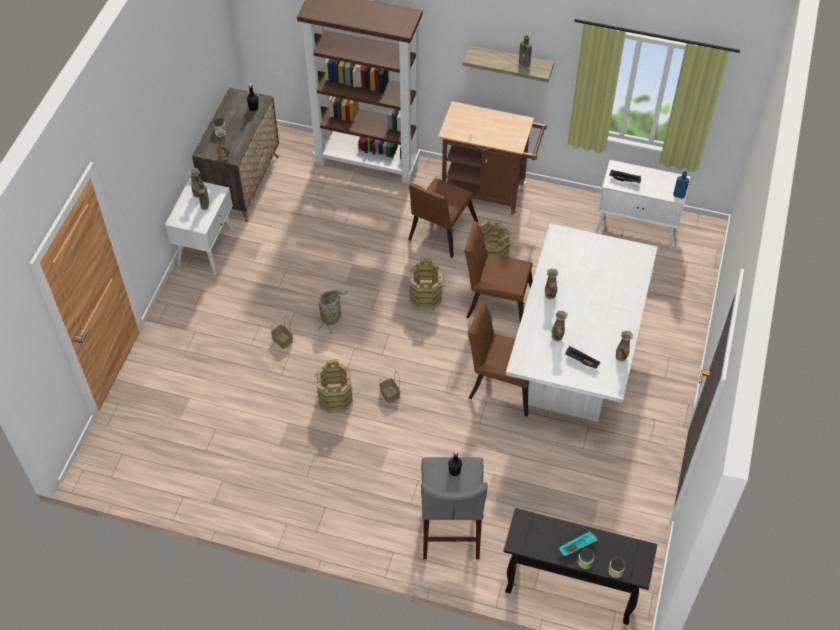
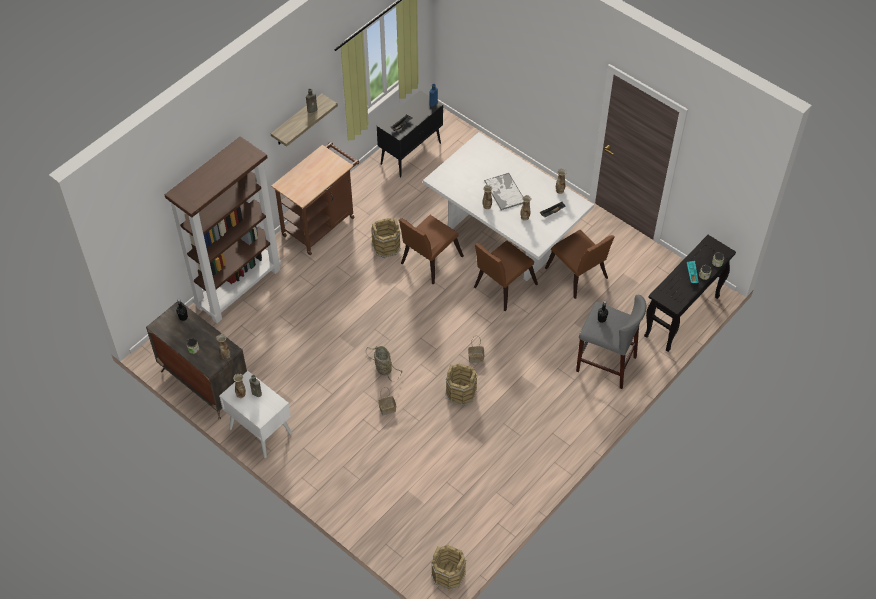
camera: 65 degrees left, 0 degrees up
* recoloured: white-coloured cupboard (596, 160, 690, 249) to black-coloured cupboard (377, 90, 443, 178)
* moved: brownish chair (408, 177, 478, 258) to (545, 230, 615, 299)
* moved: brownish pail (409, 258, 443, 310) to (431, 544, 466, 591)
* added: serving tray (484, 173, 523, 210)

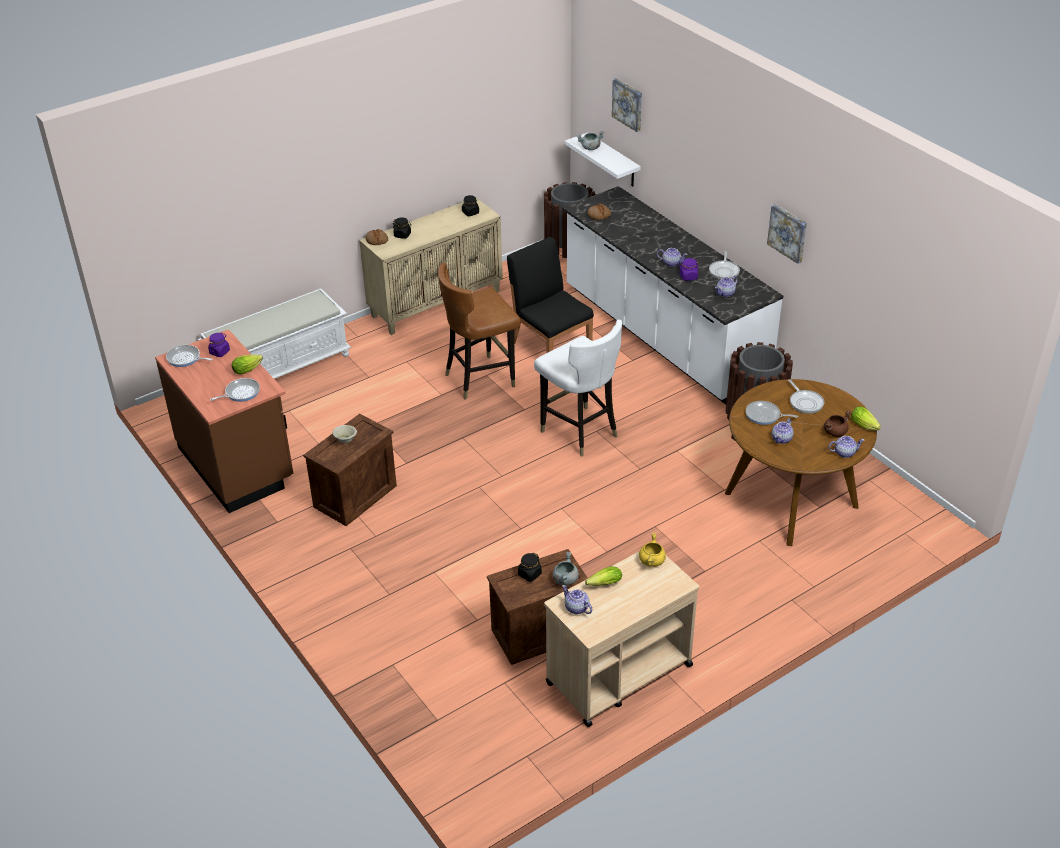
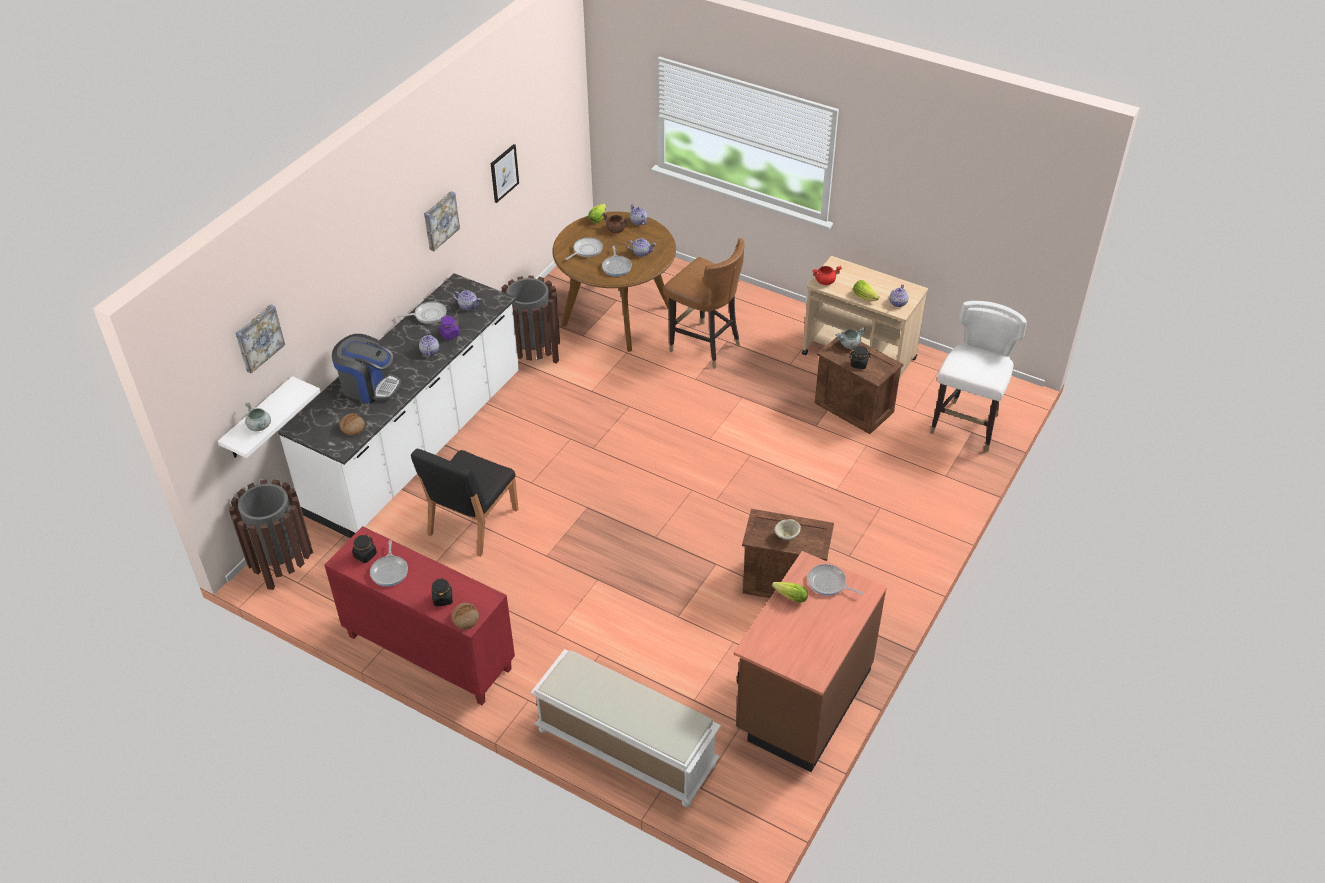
camera: 115 degrees left, 5 degrees up
* recoloured: sand-coloured cupboard (359, 198, 503, 335) to red cupboard (325, 526, 515, 705)
* moved: brownish chair (438, 263, 521, 400) to (663, 238, 745, 369)
* moved: white-coloured chair (534, 320, 622, 457) to (930, 301, 1027, 452)
* removed: purple-coloured storage jar (208, 333, 230, 357)
* moved: pan (166, 345, 213, 367) to (370, 540, 408, 586)
* recoloured: yellow saucepot (639, 532, 666, 567) to red saucepot (812, 266, 842, 285)
* added: wall picture (491, 144, 519, 203)
* added: coffee maker (332, 334, 401, 404)

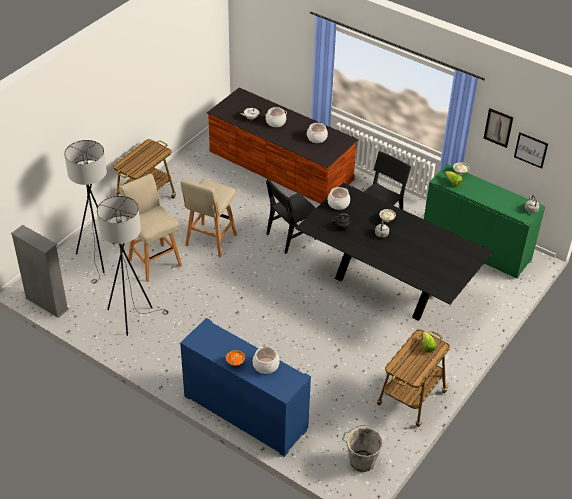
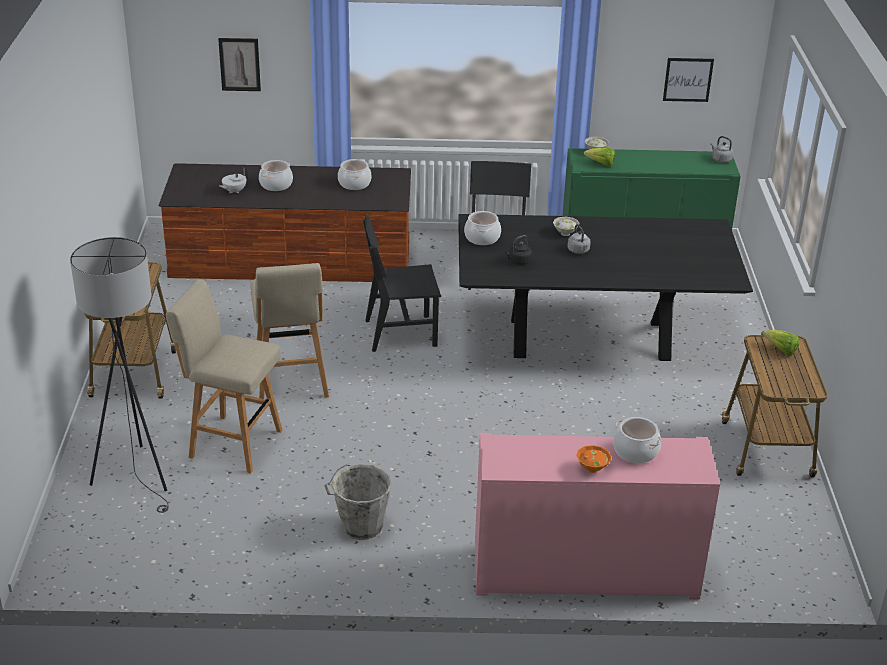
camera: 35 degrees left, 10 degrees down
* moved: wall picture (483, 108, 513, 148) to (218, 38, 261, 91)
* turned: black-coloured chair (266, 177, 316, 254) = (363, 215, 441, 352) 60 degrees clockwise
* removed: greyish standing lamp (97, 196, 169, 336)
* removed: greyish bookshelf (11, 225, 69, 318)
* recoloured: blue-coloured cupboard (180, 318, 311, 457) to pink-coloured cupboard (475, 433, 720, 599)
* moved: greyish pail (342, 425, 383, 472) to (325, 464, 392, 540)

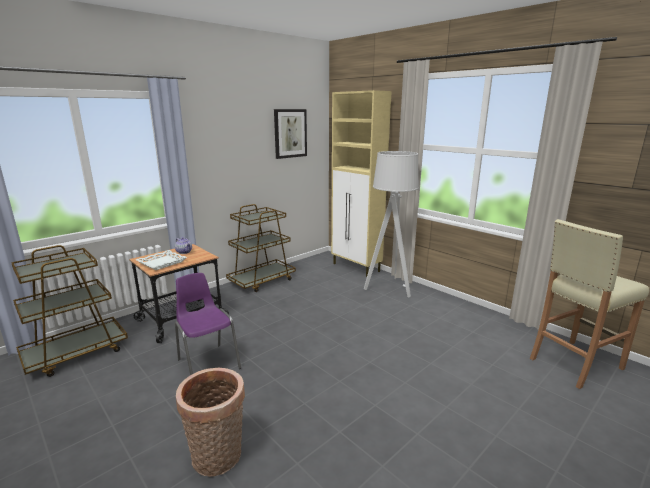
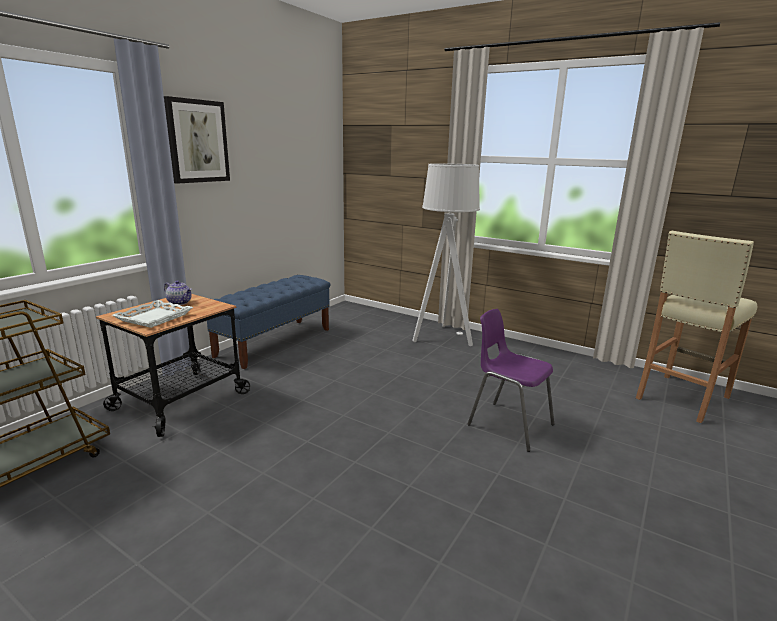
camera: 15 degrees left, 0 degrees up
* removed: sand-coloured cupboard (331, 90, 392, 277)
* moved: wall picture (274, 109, 307, 159) to (164, 96, 230, 184)
* replaced: brownish trolley (226, 204, 296, 292) to blue-coloured bench (207, 275, 330, 369)
* moved: purple-coloured chair (175, 273, 241, 375) to (467, 309, 554, 452)
* removed: household basket (176, 368, 245, 477)

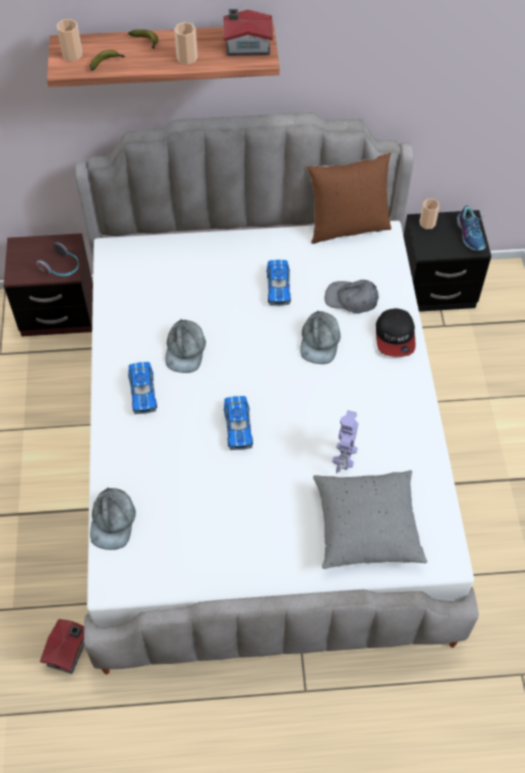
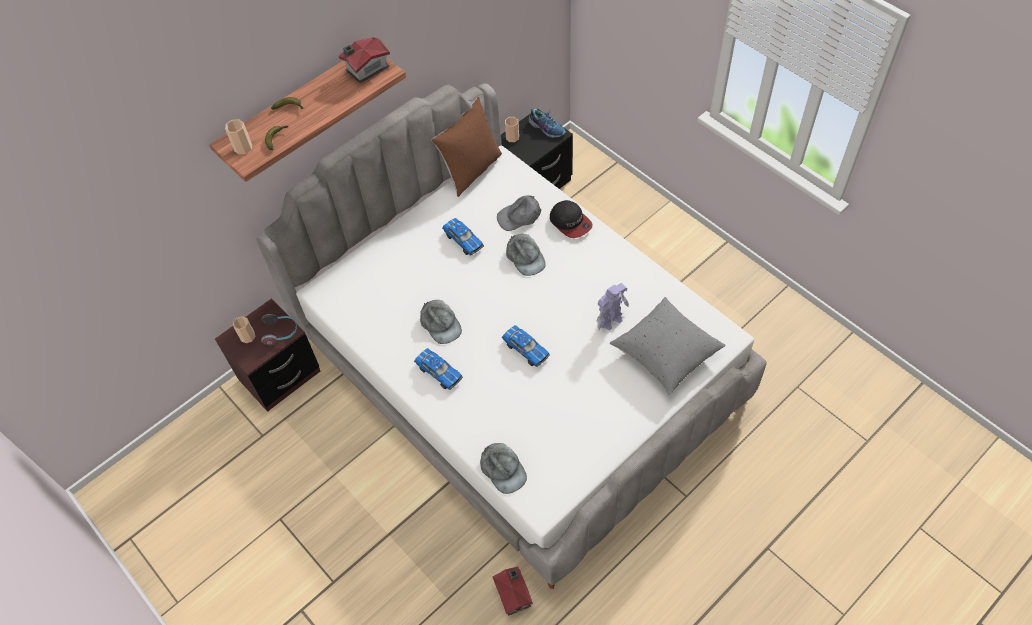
camera: 35 degrees left, 0 degrees up
* moved: drinking cup (174, 22, 198, 65) to (233, 316, 256, 343)
* turned: model robot (332, 410, 358, 473) = (597, 283, 629, 330) 105 degrees counterclockwise

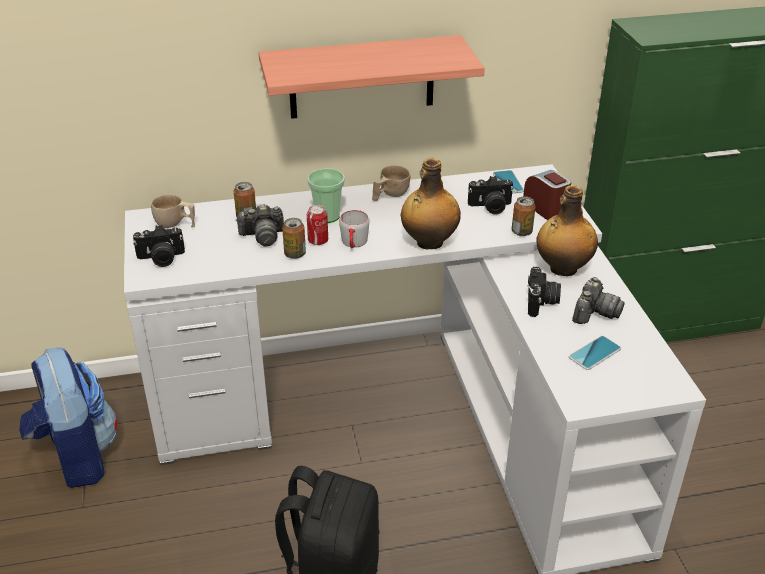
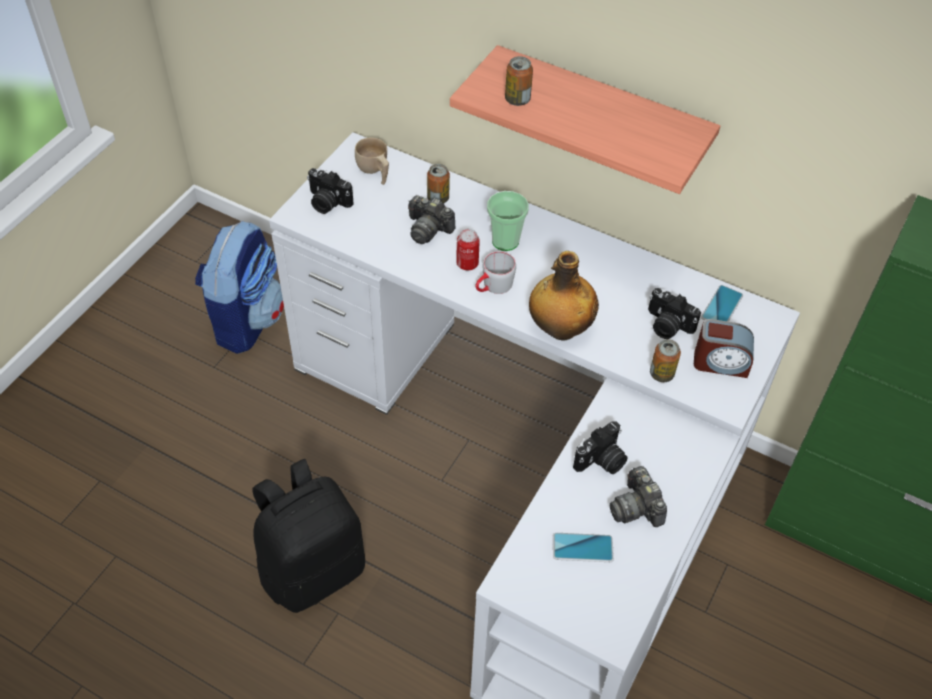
camera: 40 degrees right, 15 degrees up
* removed: sand-coloured drinking cup (372, 165, 410, 201)
* turned: table clock (523, 170, 571, 220) = (694, 319, 754, 378) 90 degrees clockwise
* removed: bottle (537, 185, 598, 276)
* moved: can (282, 218, 306, 259) to (505, 56, 533, 106)
* turned: photo camera (572, 277, 625, 324) = (610, 466, 667, 527) 90 degrees clockwise

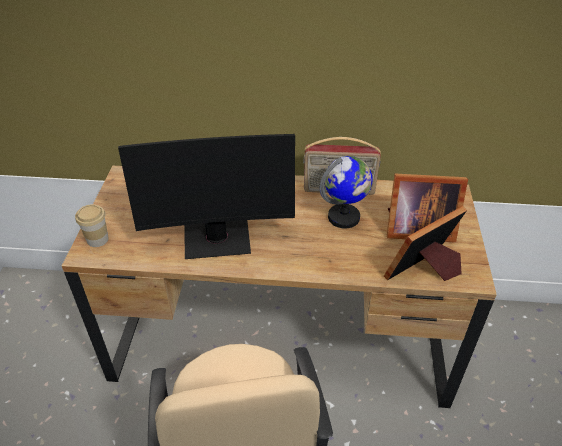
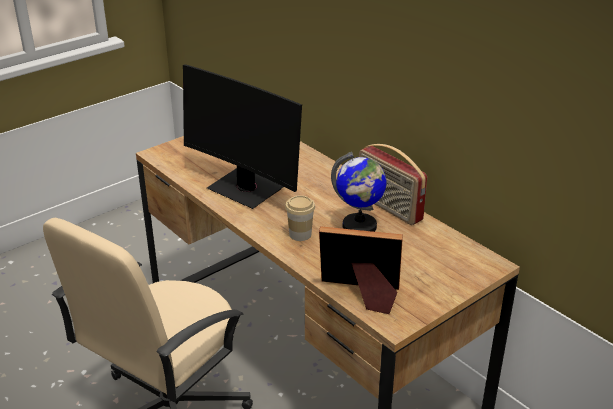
camera: 45 degrees right, 10 degrees down
* removed: picture frame (387, 174, 468, 242)
* moved: drinking cup (75, 204, 109, 247) to (285, 195, 315, 241)

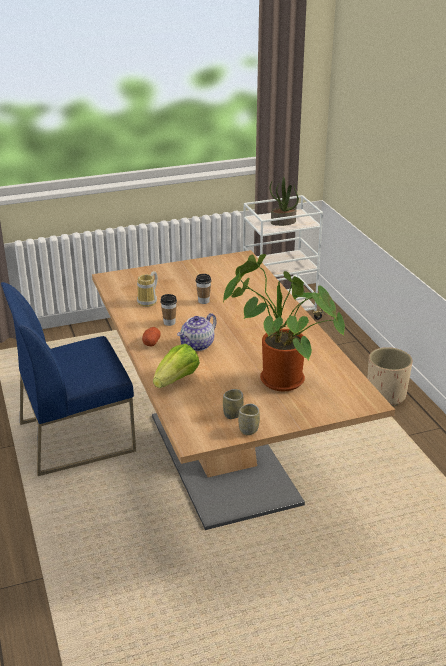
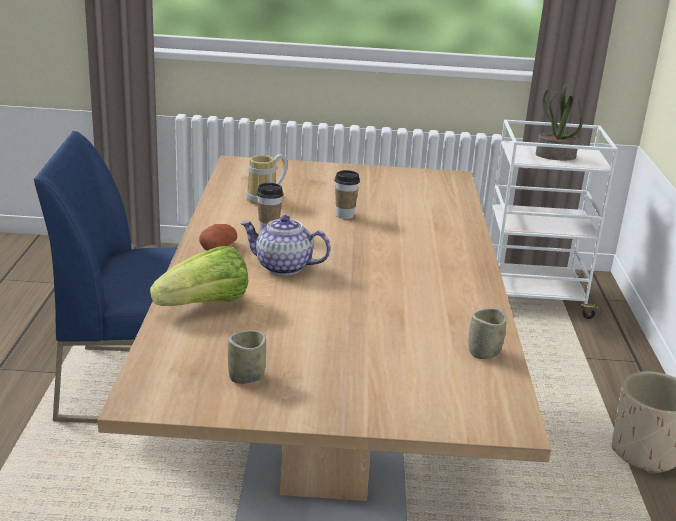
camera: 20 degrees right, 5 degrees down
* removed: plant in a pot (223, 254, 345, 392)
* turned: pot for tea (177, 313, 217, 351) = (241, 215, 331, 275) 45 degrees clockwise
* moved: drinking cup (238, 404, 260, 435) to (469, 308, 506, 359)

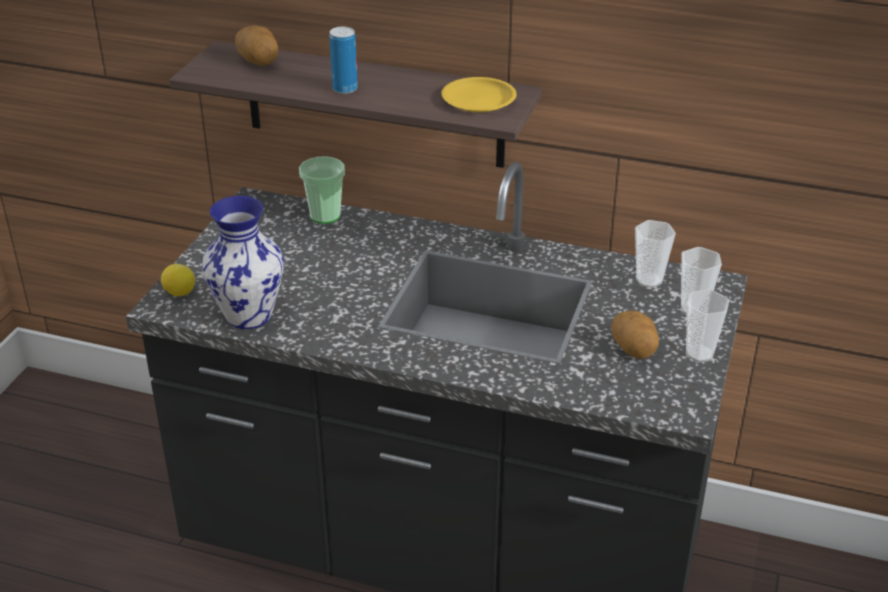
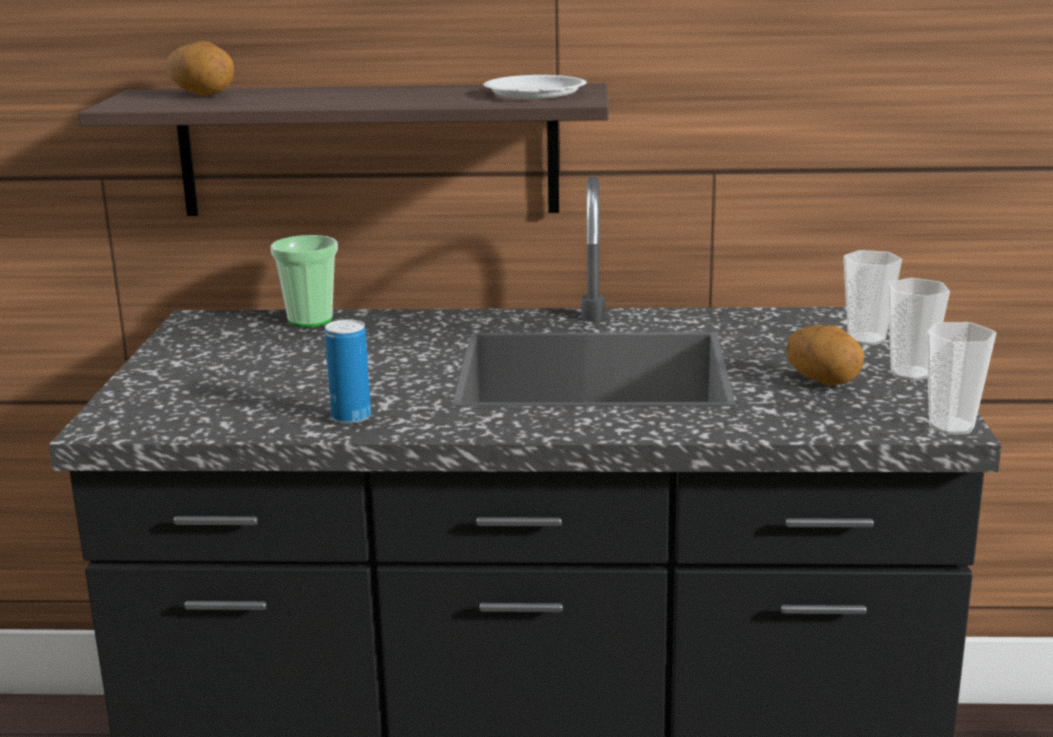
camera: 15 degrees left, 15 degrees down
* moved: can (329, 27, 358, 94) to (325, 319, 371, 424)
* recoloured: yellow flat dish (441, 77, 517, 112) to white-coloured flat dish (483, 75, 587, 99)
* removed: vase (202, 196, 284, 329)
* moved: drinking cup (635, 220, 676, 288) to (926, 322, 996, 435)
* removed: whole lemon (161, 264, 195, 297)

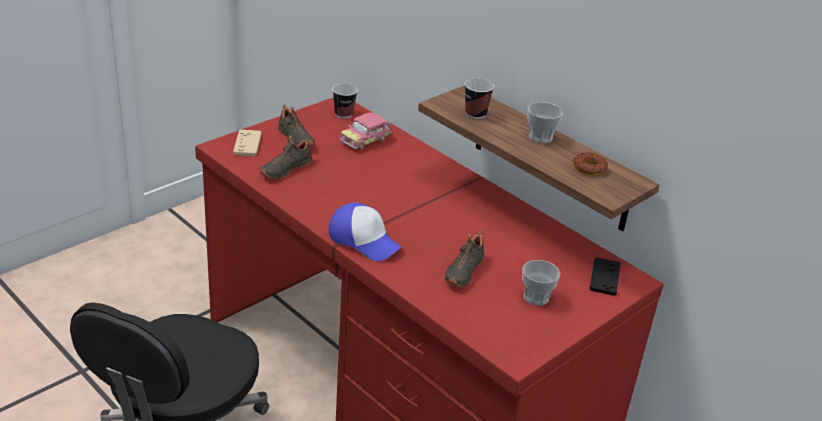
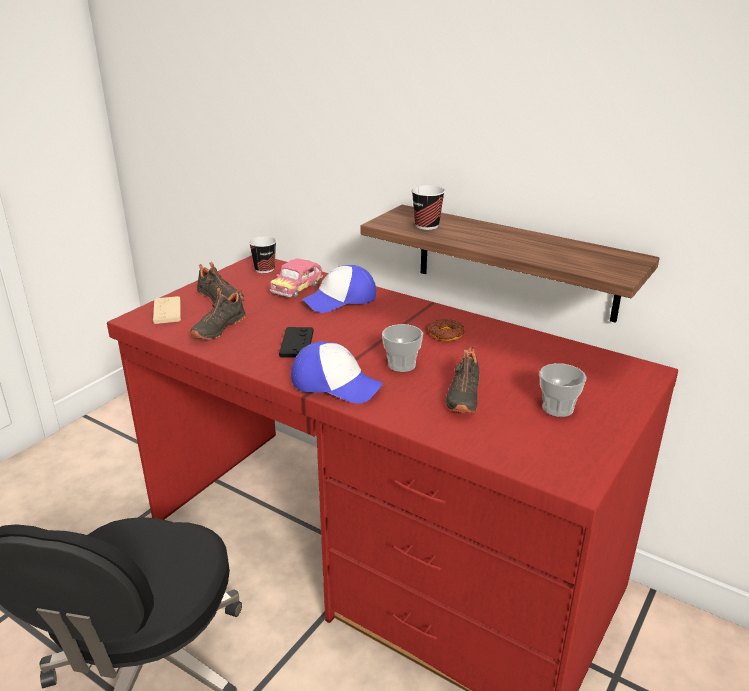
camera: 10 degrees left, 5 degrees down
* moved: drinking cup (527, 102, 563, 144) to (382, 324, 423, 372)
* moved: ring doughnut (573, 152, 608, 175) to (428, 319, 465, 341)
* moved: black-coloured joypad (589, 257, 621, 296) to (279, 327, 314, 358)
* added: baseball cap (302, 265, 376, 313)

